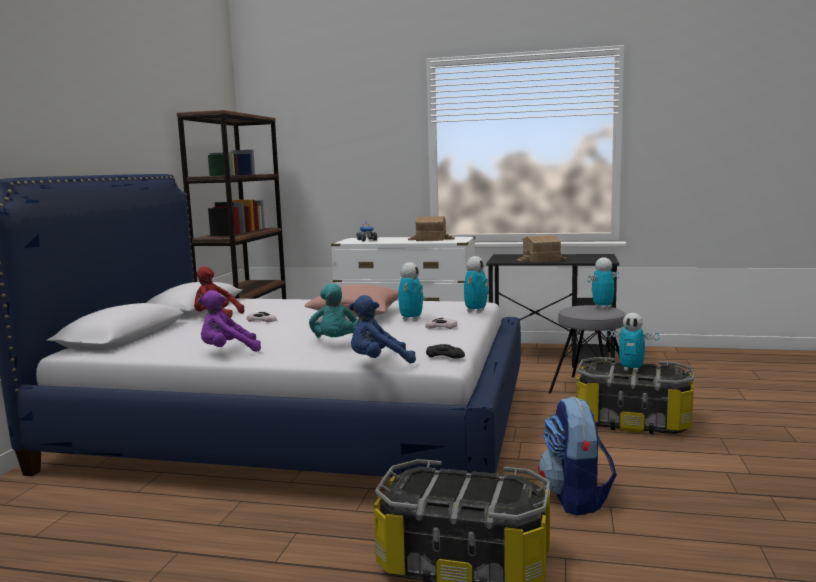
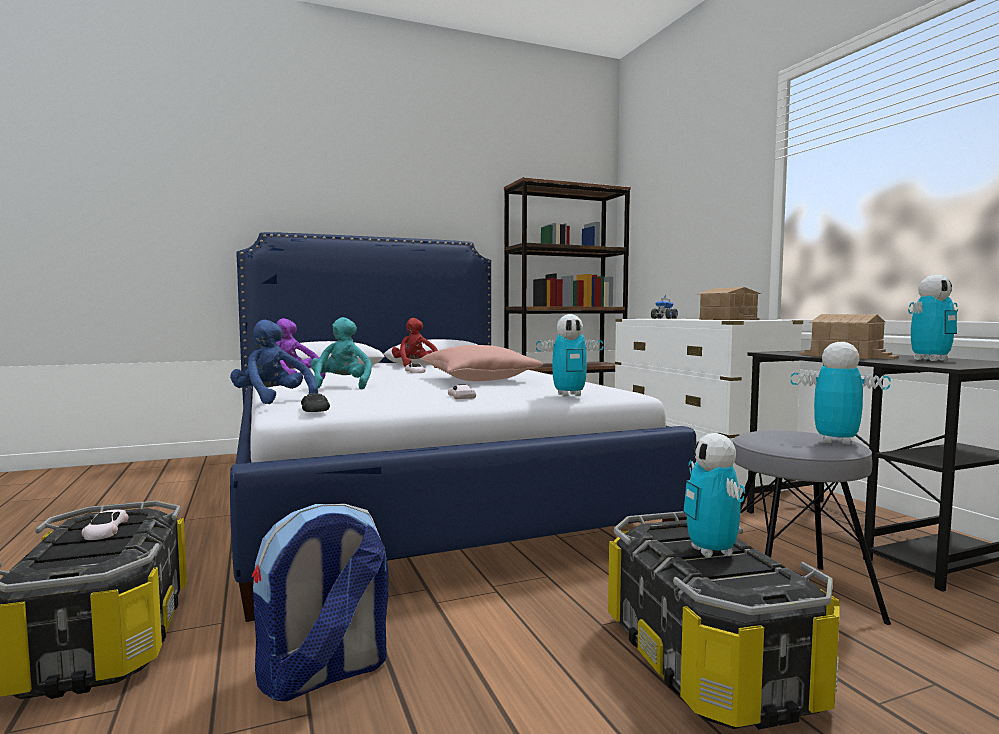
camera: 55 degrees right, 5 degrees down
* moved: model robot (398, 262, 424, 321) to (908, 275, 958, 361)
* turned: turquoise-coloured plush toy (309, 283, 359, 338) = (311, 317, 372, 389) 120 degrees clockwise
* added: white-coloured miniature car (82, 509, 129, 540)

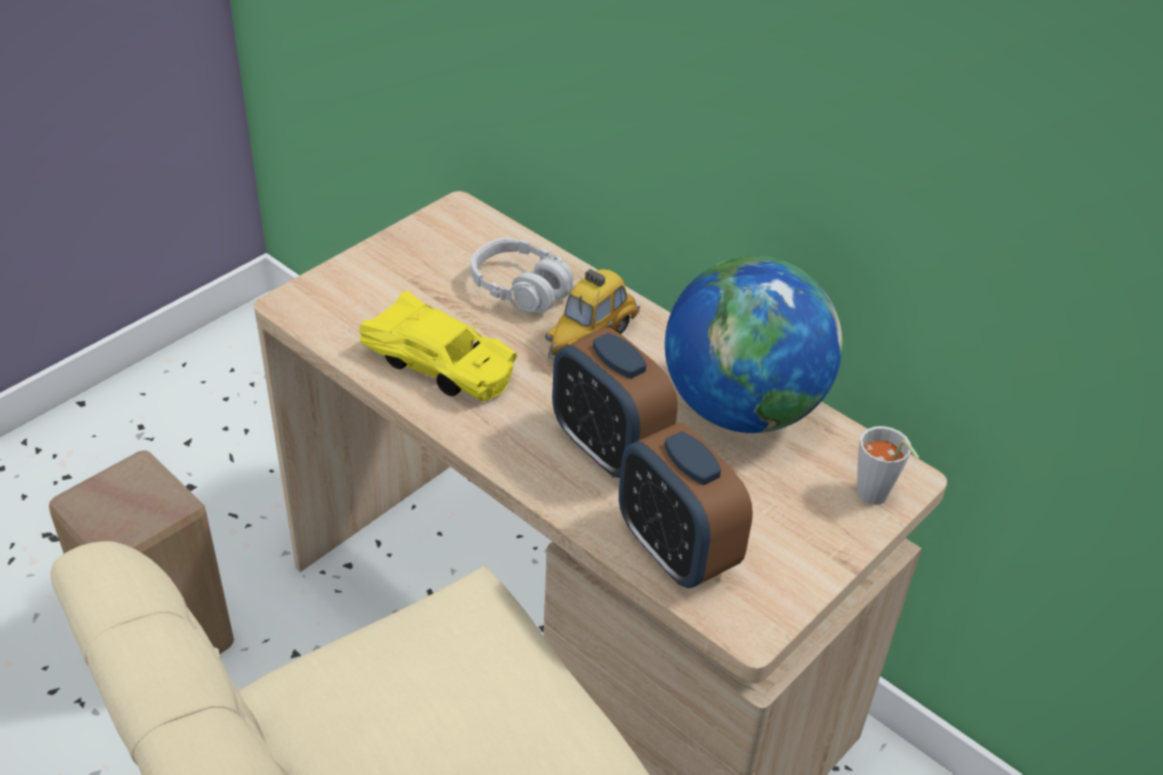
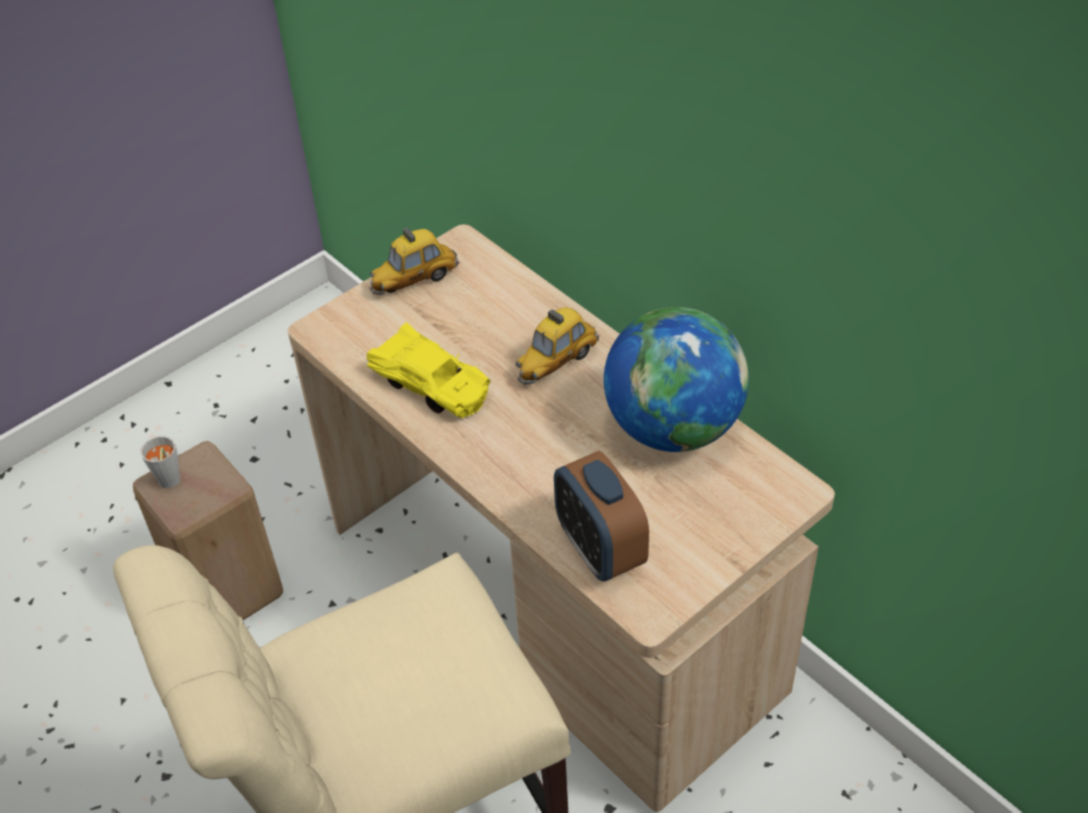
camera: 10 degrees right, 5 degrees up
* removed: greyish headphones (471, 238, 574, 313)
* removed: table clock (552, 327, 678, 478)
* moved: greyish drinking cup (856, 426, 919, 505) to (140, 435, 180, 488)
* added: miniature car (369, 228, 460, 295)

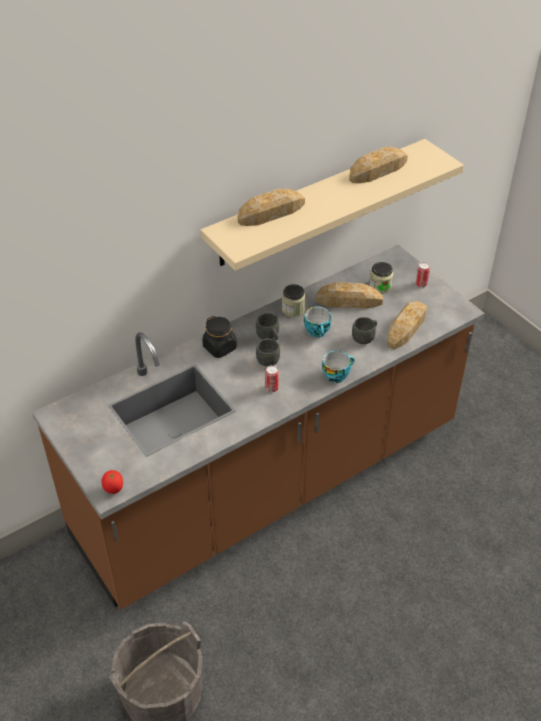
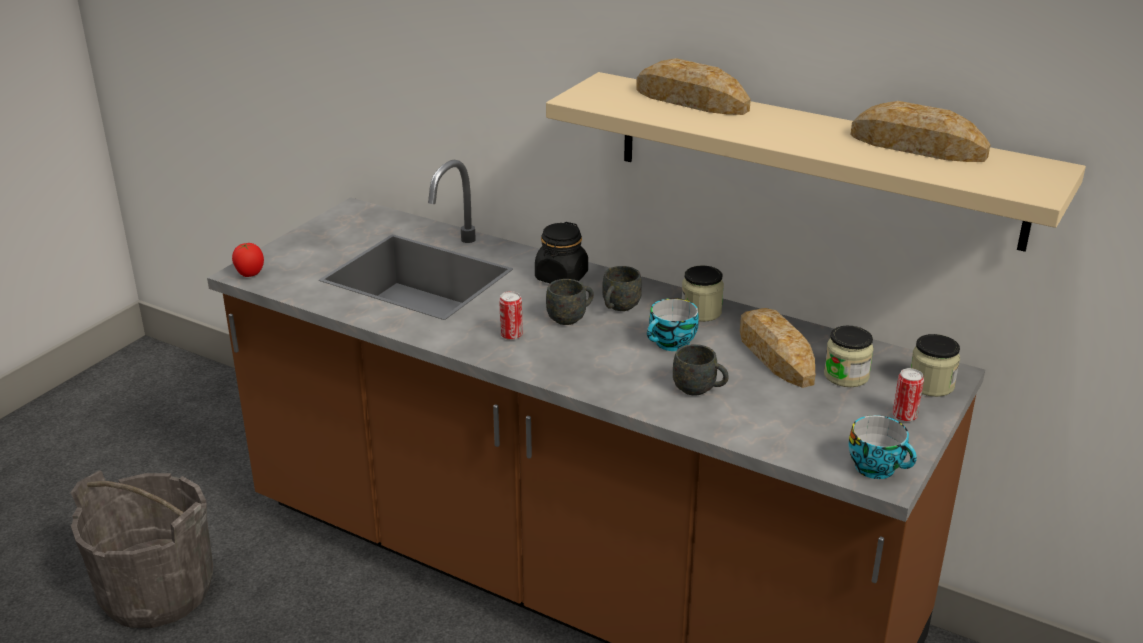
camera: 65 degrees right, 15 degrees down
* removed: bread (387, 301, 427, 350)
* moved: drinking cup (322, 351, 355, 383) to (848, 415, 917, 479)
* added: storage jar (910, 334, 960, 397)

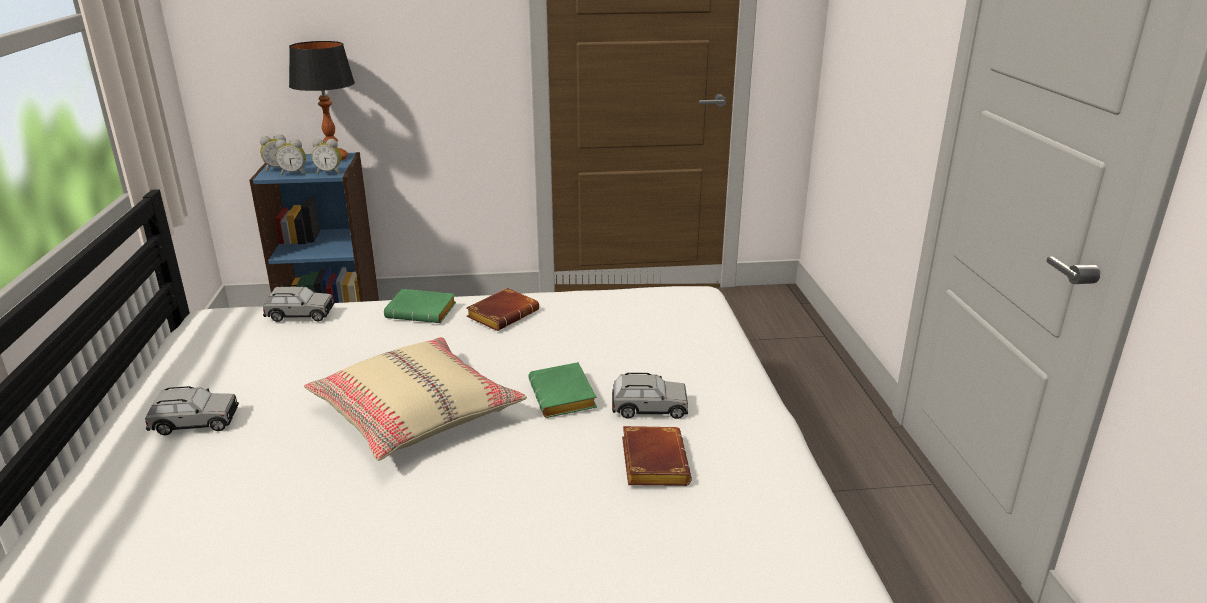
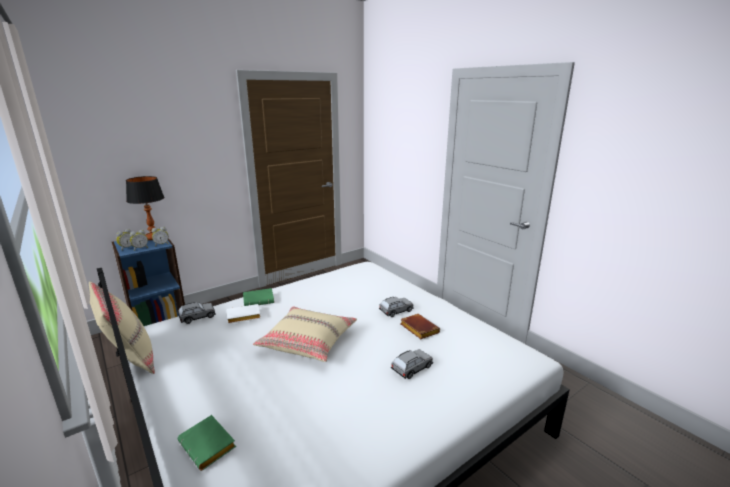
camera: 30 degrees left, 5 degrees down
* removed: brownish bound book (466, 288, 539, 331)
* moved: greenish bound book (529, 362, 597, 418) to (178, 415, 236, 471)
* moved: greyish miniature car (145, 386, 239, 435) to (391, 349, 433, 379)
* added: sand-coloured throw pillow (89, 281, 155, 374)
* added: white-coloured bound book (227, 304, 261, 324)

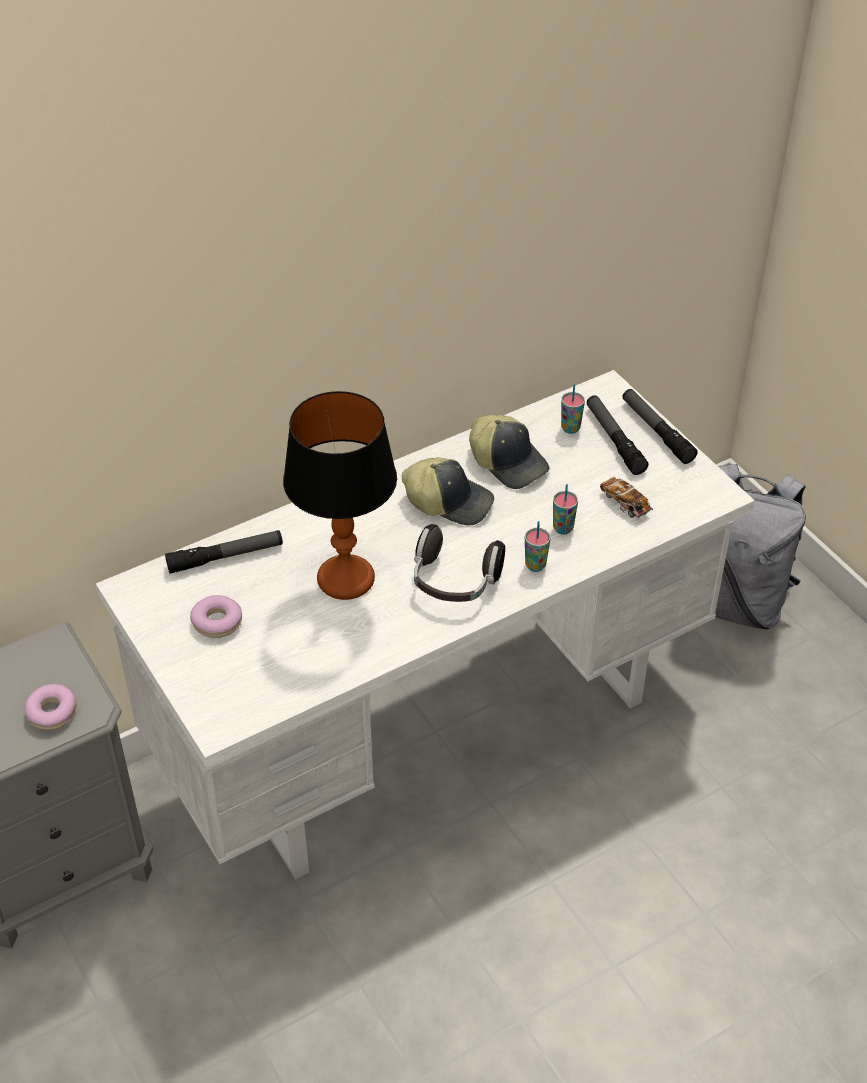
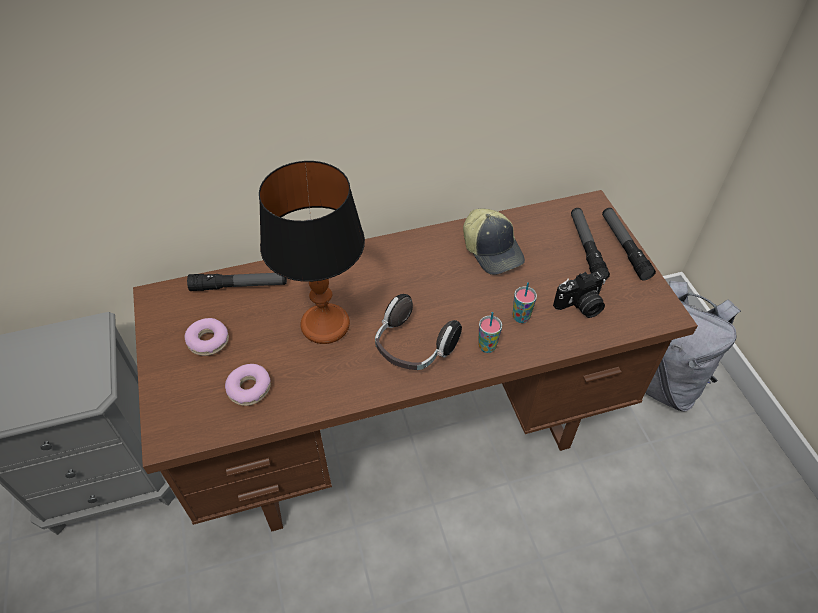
camera: 15 degrees right, 5 degrees up
* recoloured: white-coloured desk unit (96, 370, 755, 880) to brownish desk unit (133, 190, 698, 532)
* removed: drinking cup (561, 384, 585, 434)
* removed: baseball cap (402, 457, 494, 525)
* replaced: miniature car (600, 477, 653, 518) to photo camera (553, 271, 606, 318)
* moved: ring doughnut (24, 684, 77, 730) to (225, 364, 271, 406)

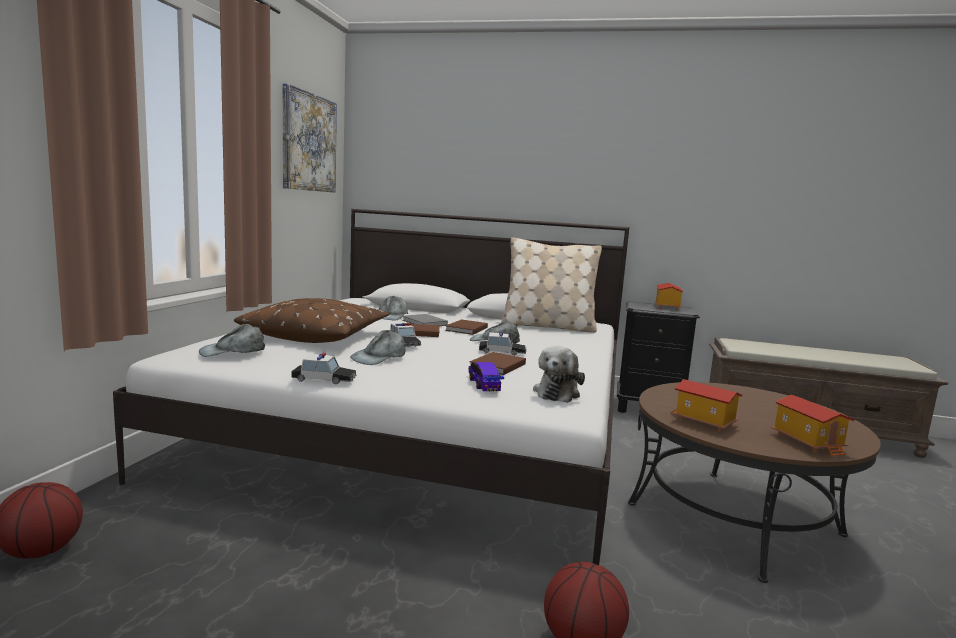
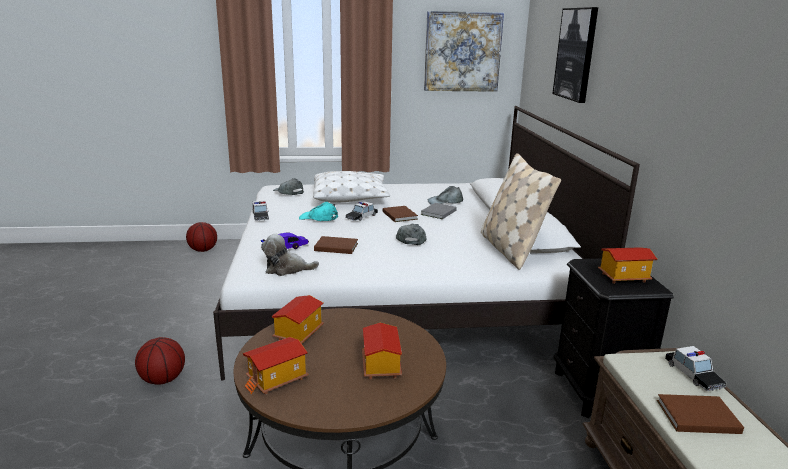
camera: 70 degrees right, 10 degrees up
* recoloured: brownish throw pillow (234, 298, 389, 343) to white-coloured throw pillow (313, 171, 390, 203)
* moved: brownish bound book (445, 319, 488, 335) to (657, 394, 744, 434)
* recoloured: greyish baseball cap (350, 330, 405, 365) to turquoise-coloured baseball cap (299, 202, 338, 221)
* moved: miniature car (479, 331, 526, 356) to (665, 346, 726, 391)
* added: wall picture (552, 7, 598, 103)
* added: miniature house (362, 323, 402, 379)

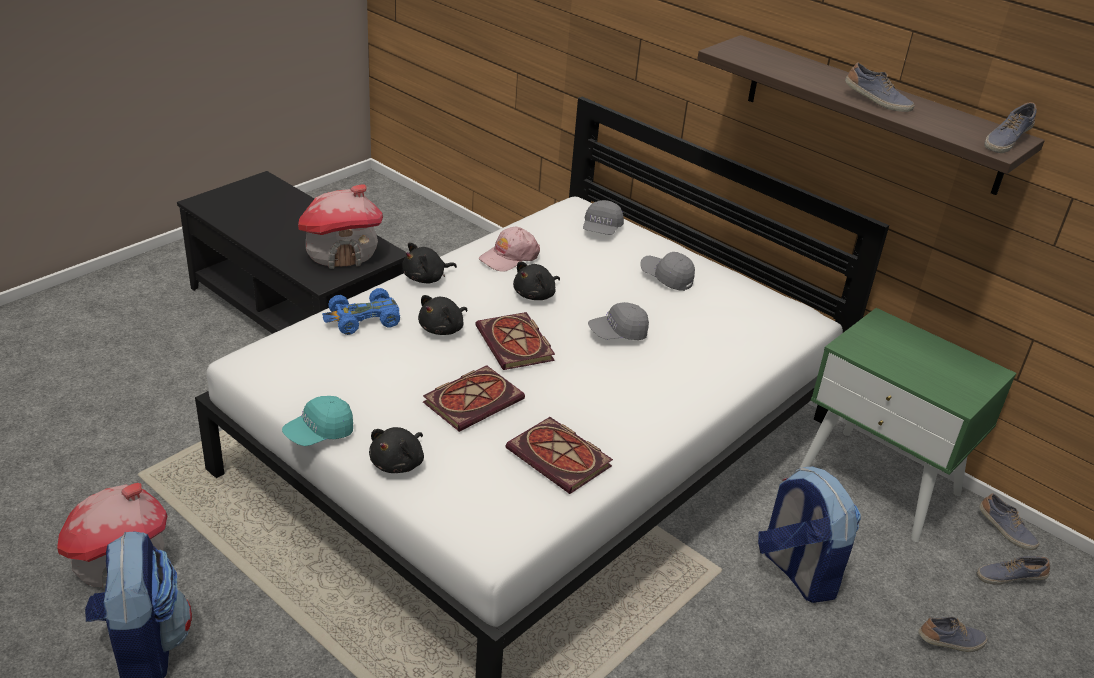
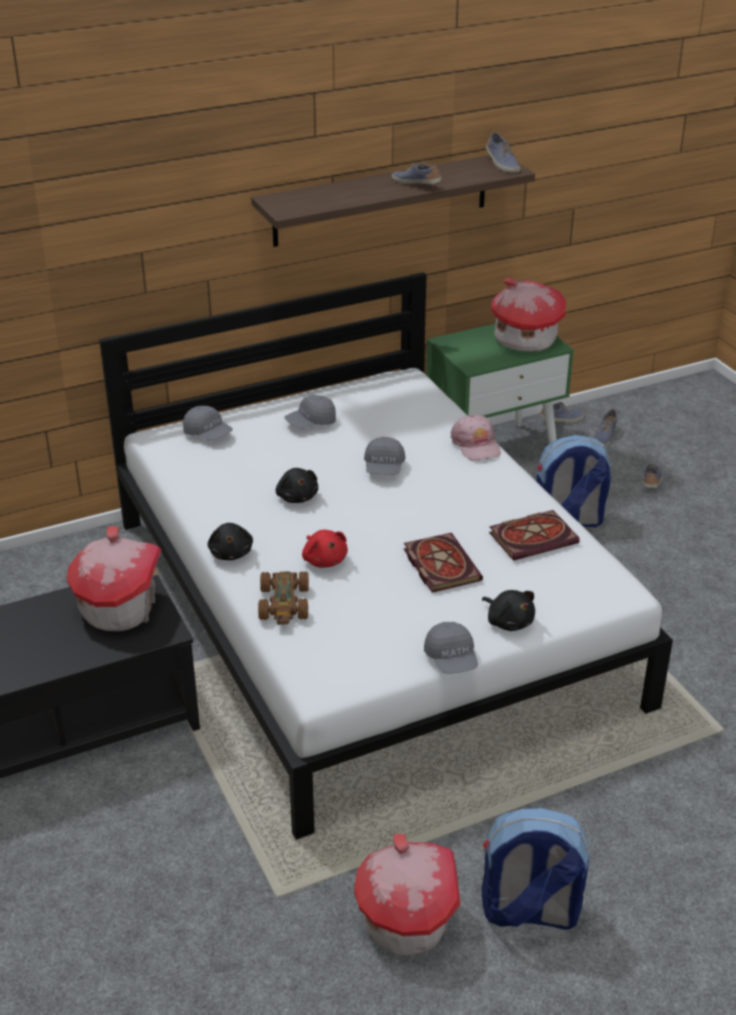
camera: 65 degrees left, 0 degrees up
* turned: shoe (845, 62, 915, 112) = (392, 163, 442, 185) 105 degrees counterclockwise
* moved: pink-coloured baseball cap (479, 227, 540, 272) to (451, 415, 501, 461)
* recoloured: blue-coloured miniature car (322, 288, 400, 335) to brownish miniature car (258, 571, 309, 625)
* recoloured: black-coloured plush toy (418, 295, 468, 335) to red plush toy (302, 530, 348, 568)
* removed: bound book (476, 312, 555, 370)
* recoloured: turquoise-coloured baseball cap (282, 396, 353, 446) to greyish baseball cap (424, 622, 478, 674)
* added: miniature house (491, 278, 566, 352)

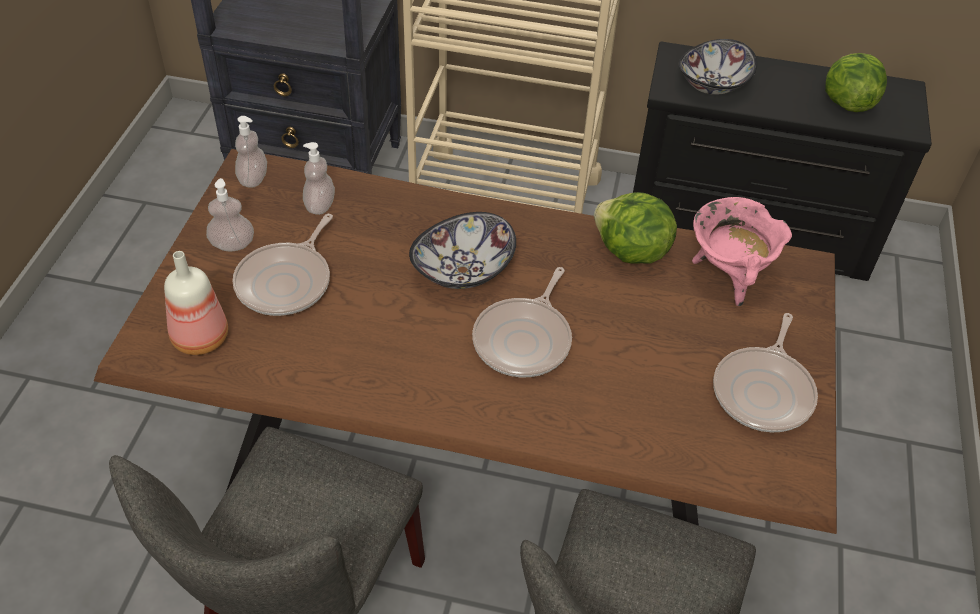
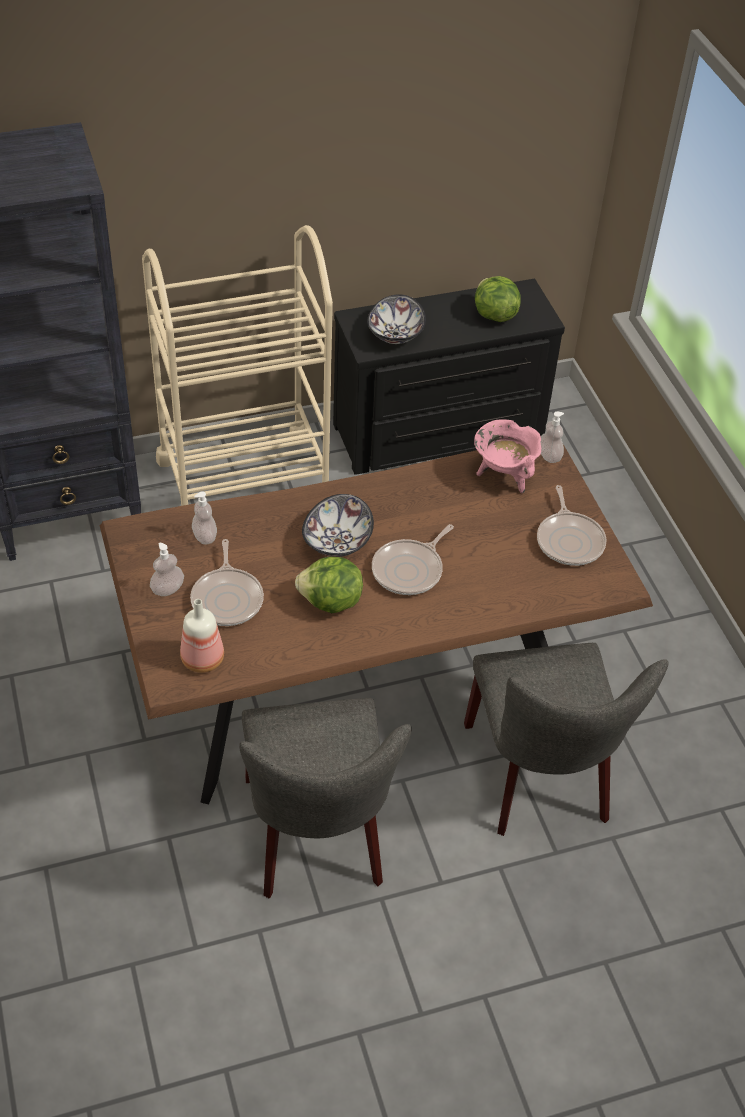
camera: 30 degrees left, 0 degrees up
* moved: soap bottle (235, 116, 267, 188) to (541, 412, 564, 463)
* moved: lettuce head (594, 192, 677, 264) to (295, 557, 363, 613)
* turned: pan (472, 267, 572, 377) = (372, 524, 454, 595) 45 degrees clockwise

